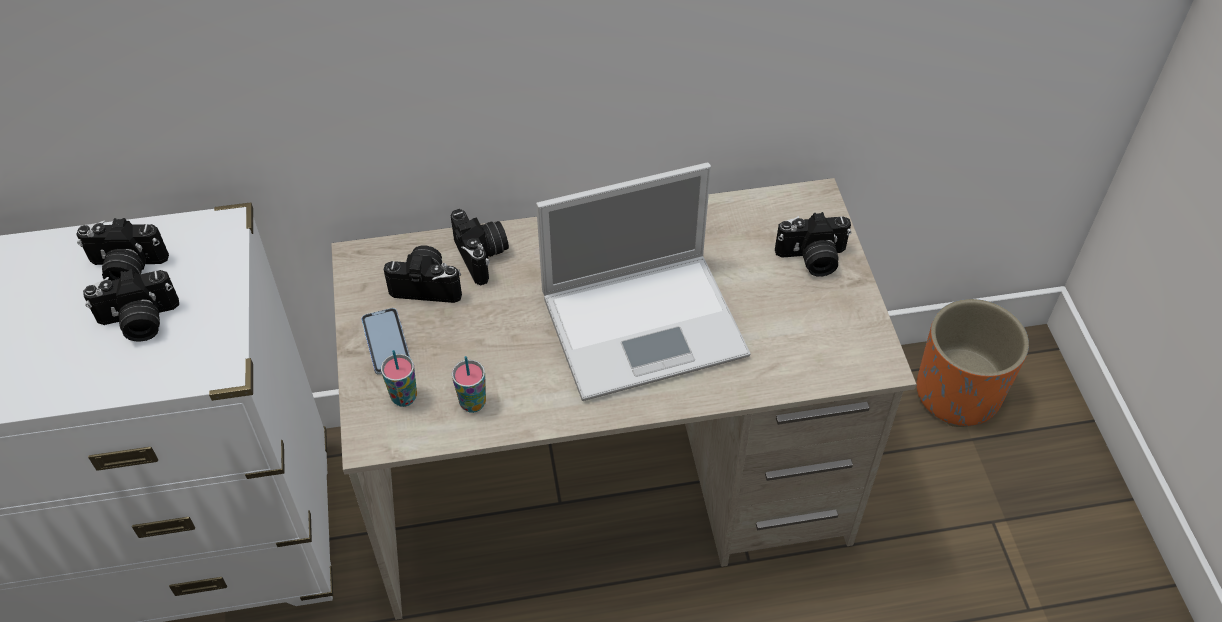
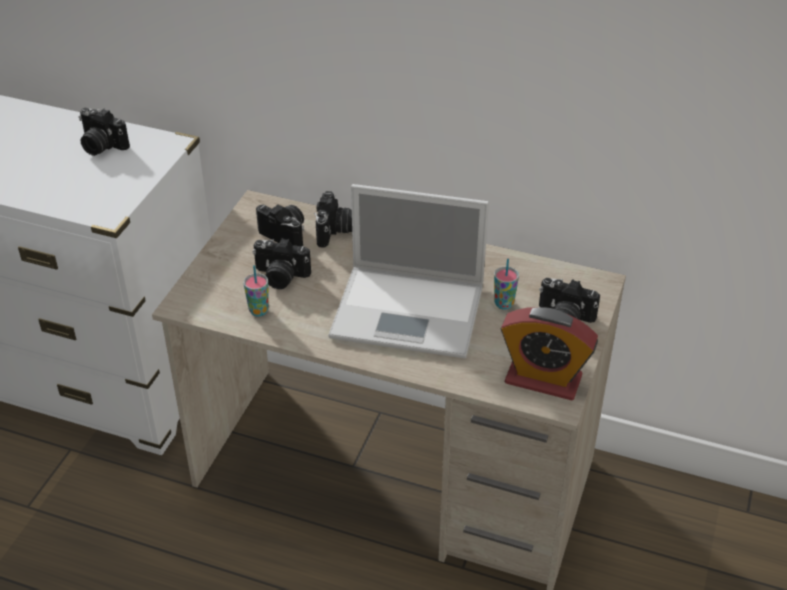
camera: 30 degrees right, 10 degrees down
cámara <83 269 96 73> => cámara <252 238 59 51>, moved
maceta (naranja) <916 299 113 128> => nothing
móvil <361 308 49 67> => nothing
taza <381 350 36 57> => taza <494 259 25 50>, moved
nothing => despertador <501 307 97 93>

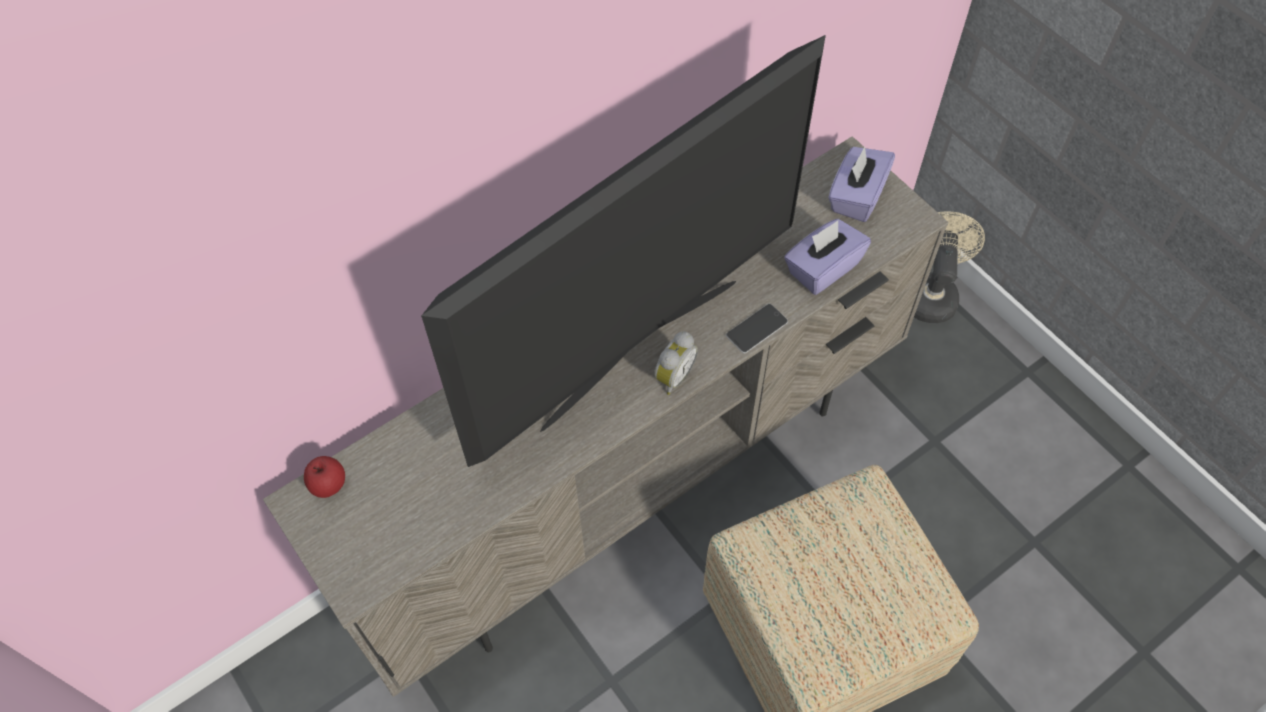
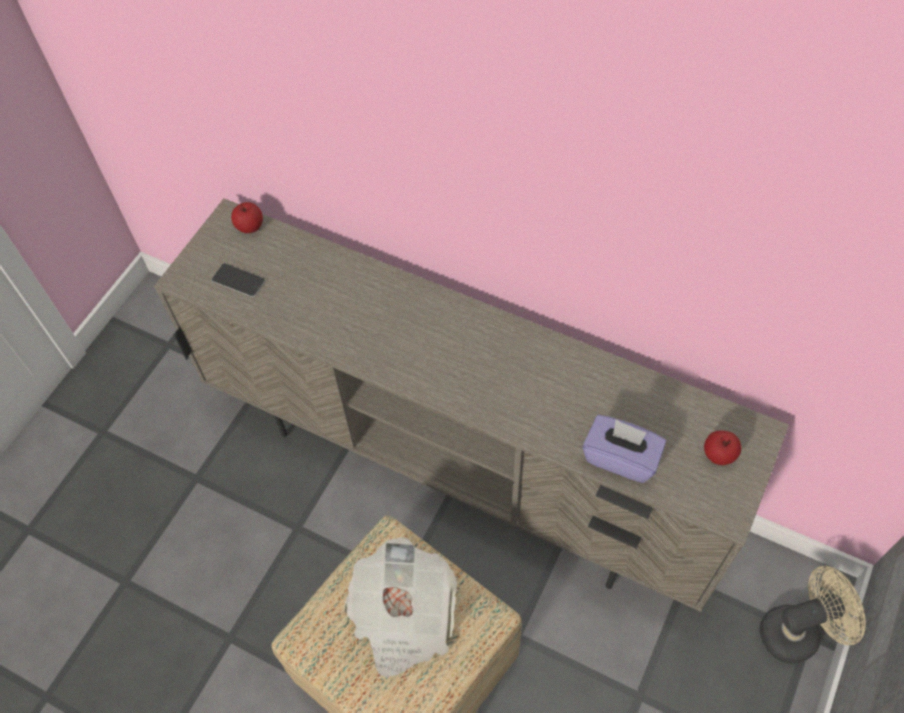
camera: 65 degrees right, 0 degrees up
televisor <421 35 405 432> => nothing
caja de pañuelos (morado) <828 147 67 75> => manzana <704 430 37 35>
móvil <726 304 62 49> => móvil <211 263 55 34>, moved
despertador <654 331 44 64> => nothing
nothing => periódico <344 538 113 140>

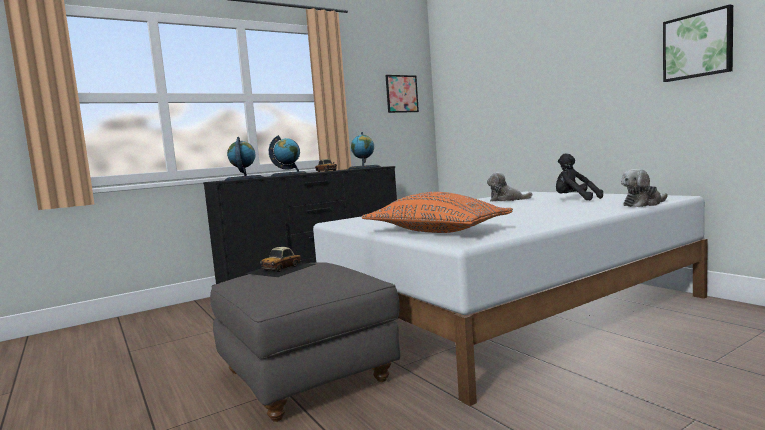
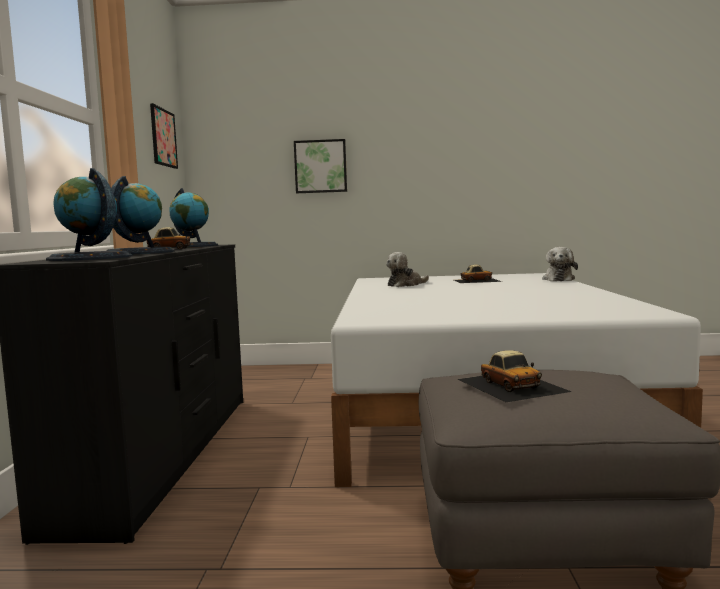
camera: 55 degrees left, 0 degrees up
cuadro <663 4 70 78> => cuadro <294 139 53 54>, moved
peluche (negro) <556 153 47 47> => coche de juguete <454 265 48 18>
cojín (naranja) <362 192 151 41> => nothing

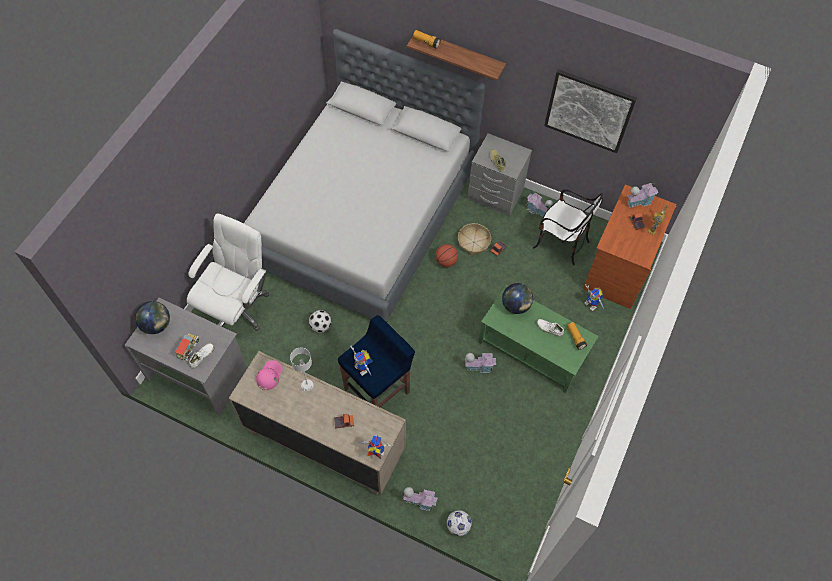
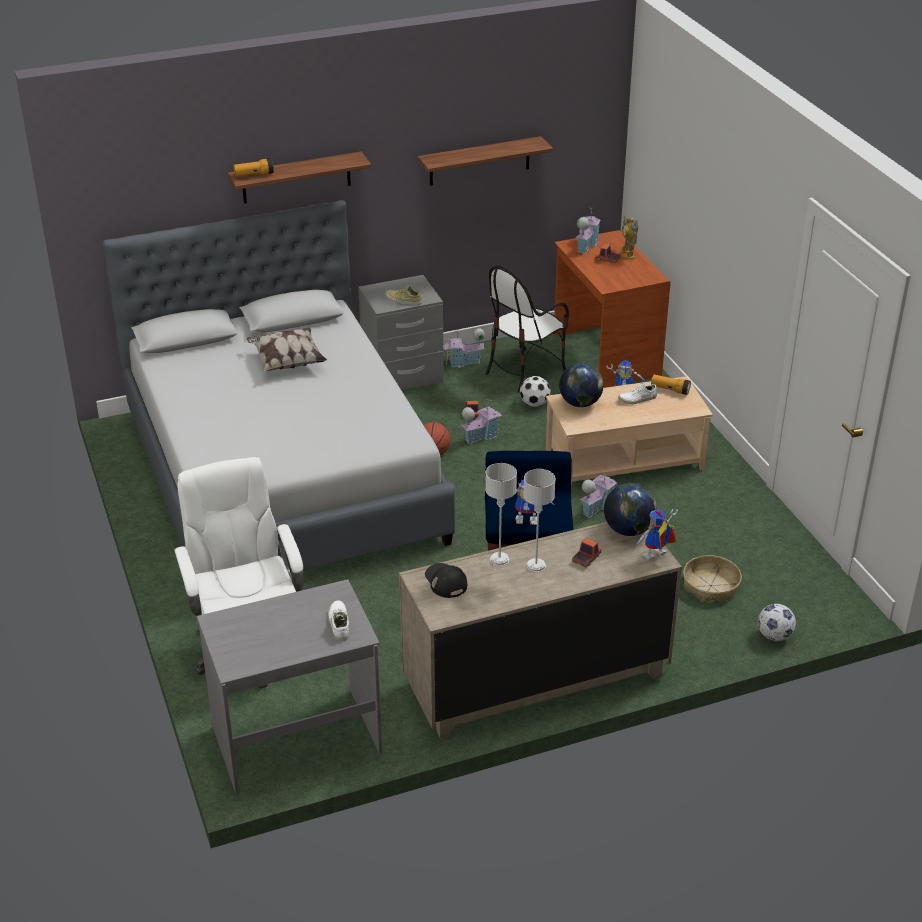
camera: 45 degrees left, 25 degrees down
cuadro <544 69 93 84> => estante <418 136 135 50>
silla <533 189 70 77> => silla <485 265 84 128>, 150 degrees clockwise
cesta <458 223 33 32> => cesta <683 555 59 47>, moved
mesa de centro (verde) <478 285 121 108> => mesa de centro (beis) <545 376 168 109>
globo terráqueo <135 301 35 33> => globo terráqueo <604 483 53 53>, moved
balón de fútbol <309 310 22 23> => balón de fútbol <520 376 31 31>, moved
camión de juguete <175 333 24 28> => nothing
gorra (rosa) <256 360 26 30> => gorra (negro) <425 563 42 35>
casita <403 487 35 24> => casita <461 399 41 45>, moved
nothing => cojín <247 328 80 44>
nothing => lámpara de mesa (gris) <523 469 32 103>

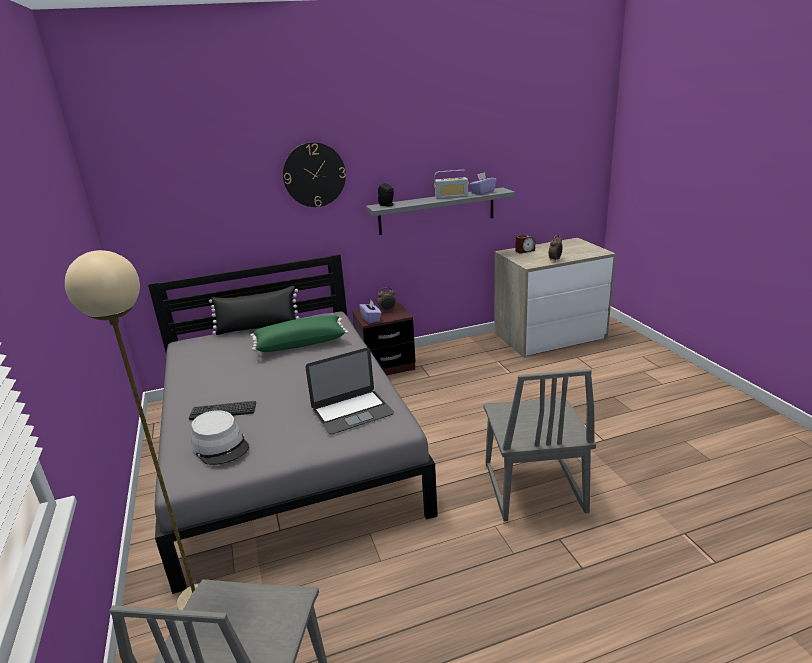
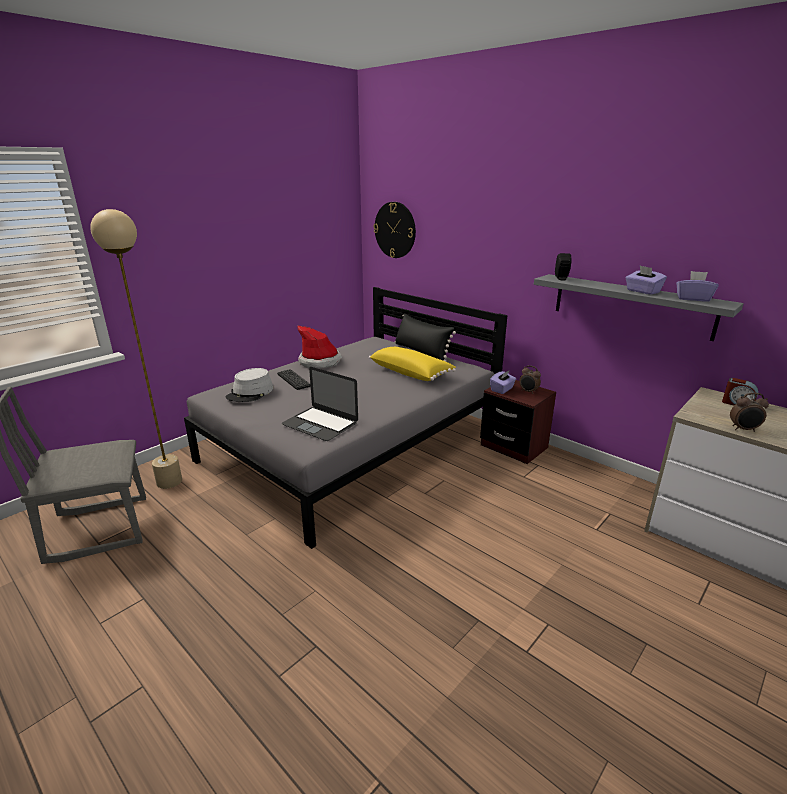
camera: 60 degrees right, 0 degrees up
reloj de pared <283 142 63 65> => reloj de pared <373 202 43 56>, moved
radio <434 170 35 29> => caja de pañuelos (morado) <626 266 41 29>
cojín (verde) <250 315 99 37> => cojín (amarillo) <369 347 87 34>
silla (gris) <483 369 113 152> => nothing
nothing => sombrero <297 326 45 42>

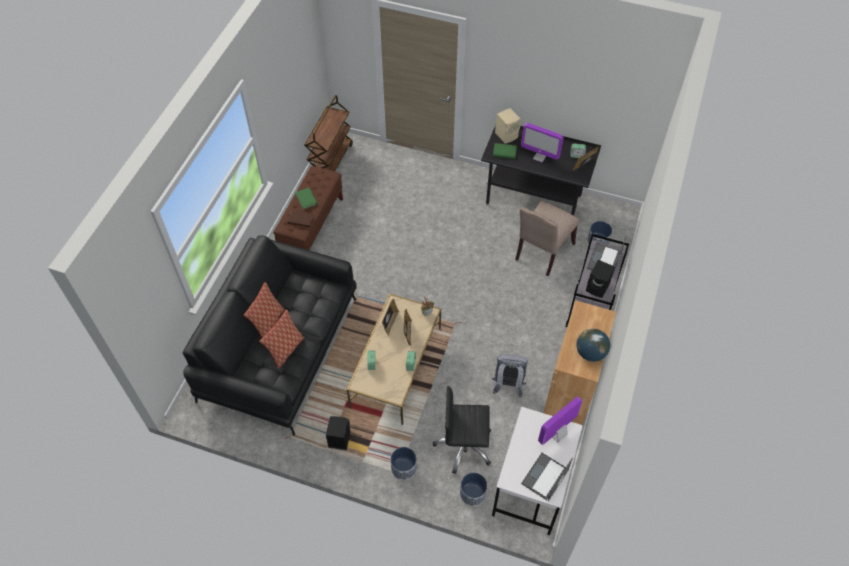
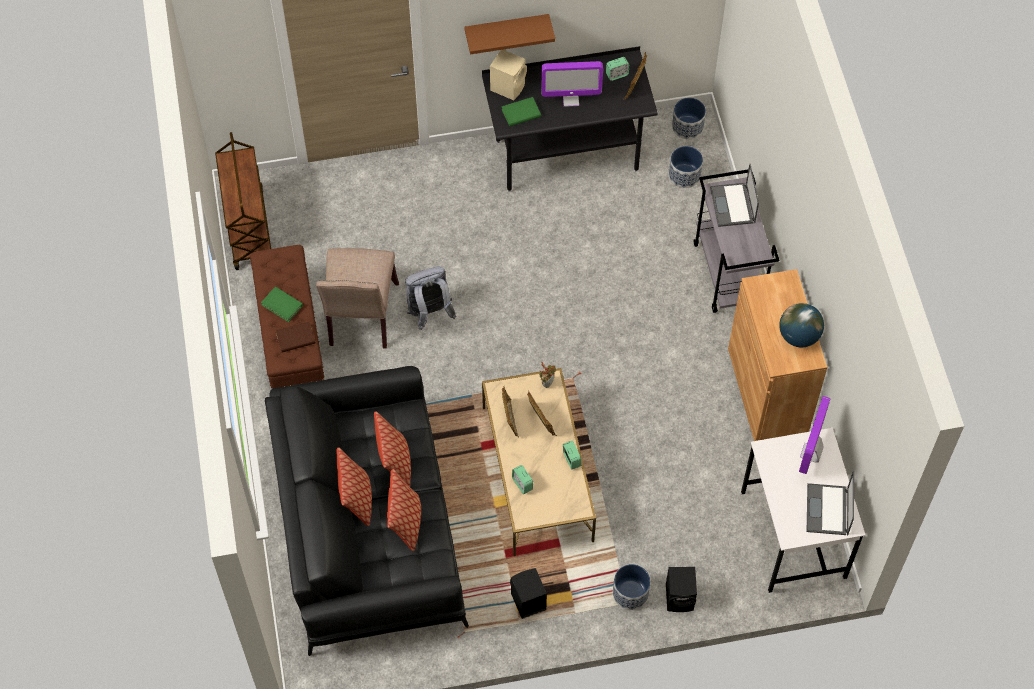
camera: 30 degrees left, 5 degrees up
silla (beis) <515 201 65 75> => silla (beis) <316 248 83 100>, moved
altavoz (negro) <586 260 29 38> => altavoz (negro) <666 567 31 45>, moved
mochila (gris) <492 354 36 44> => mochila (gris) <405 266 52 64>, moved
silla de oficina (negro) <433 386 58 88> => nothing
maceta <460 473 27 33> => maceta <672 98 34 41>, moved
nothing => estante (marrón) <465 14 90 40>
nothing => cojín <374 411 37 76>

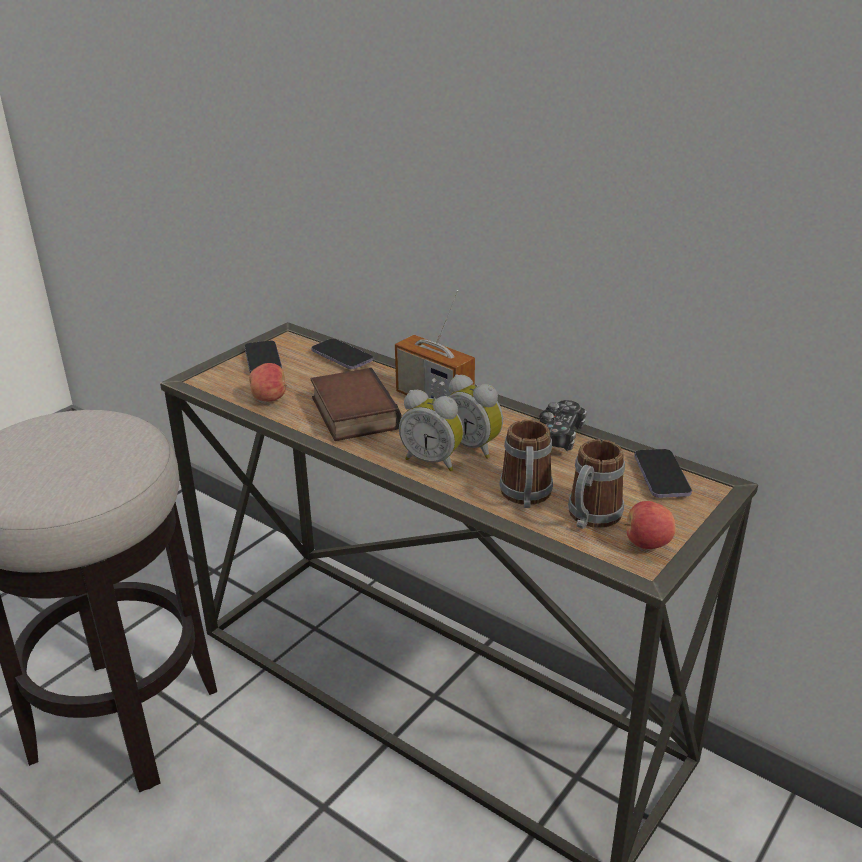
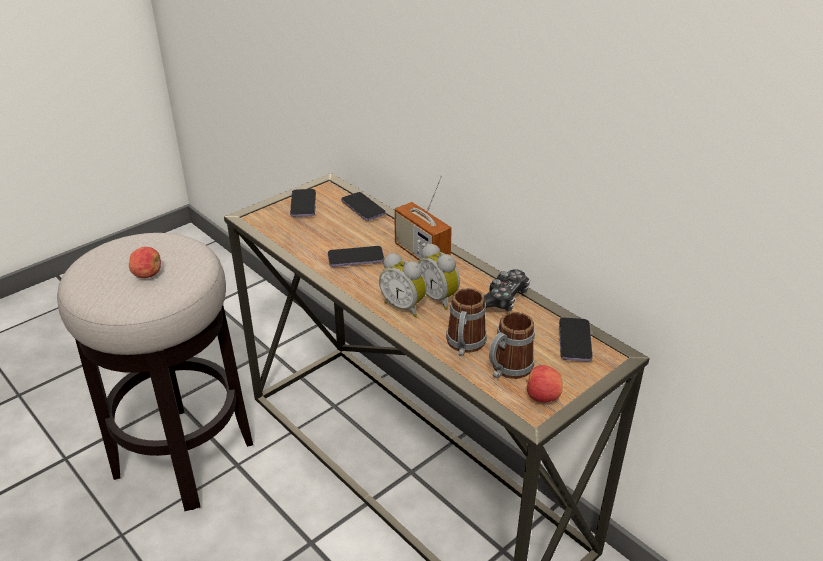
camera: 10 degrees right, 5 degrees up
manzana <249 363 38 39> => manzana <129 247 32 31>, moved
libro <311 368 91 73> => móvil <328 246 56 21>

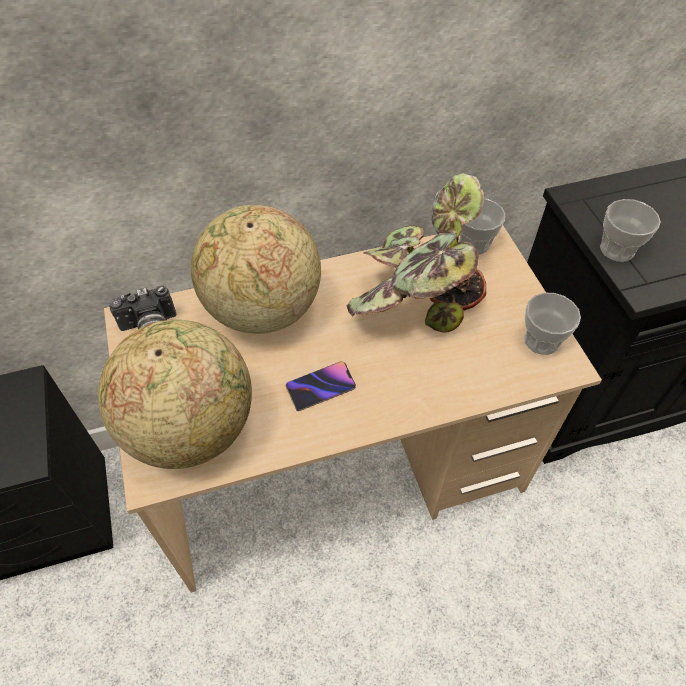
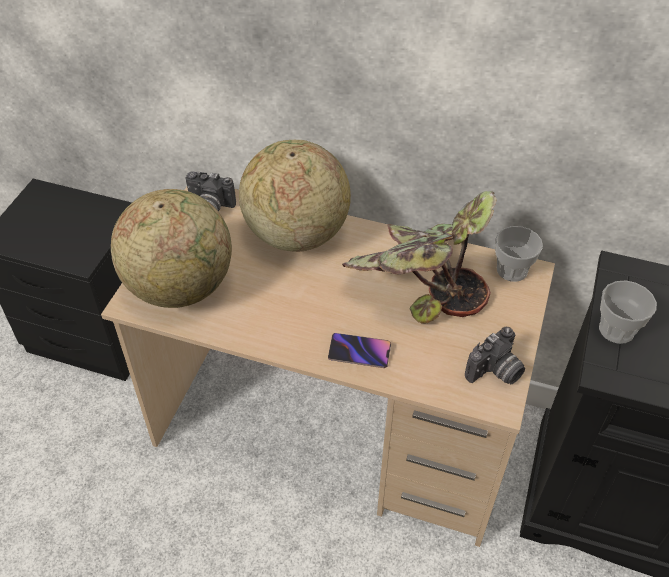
camera: 35 degrees right, 5 degrees down
taza <524 293 57 62> => cámara <465 327 60 57>
móvil <286 361 70 50> => móvil <328 333 63 35>, moved

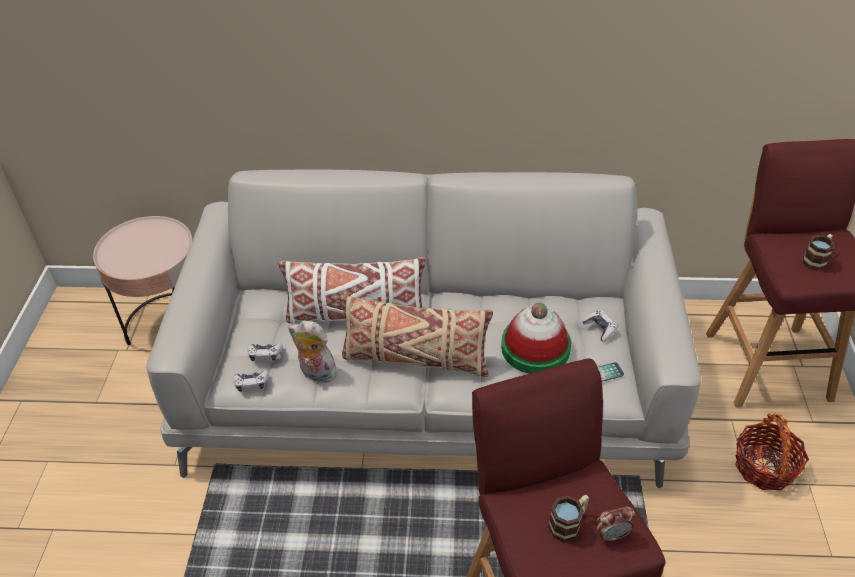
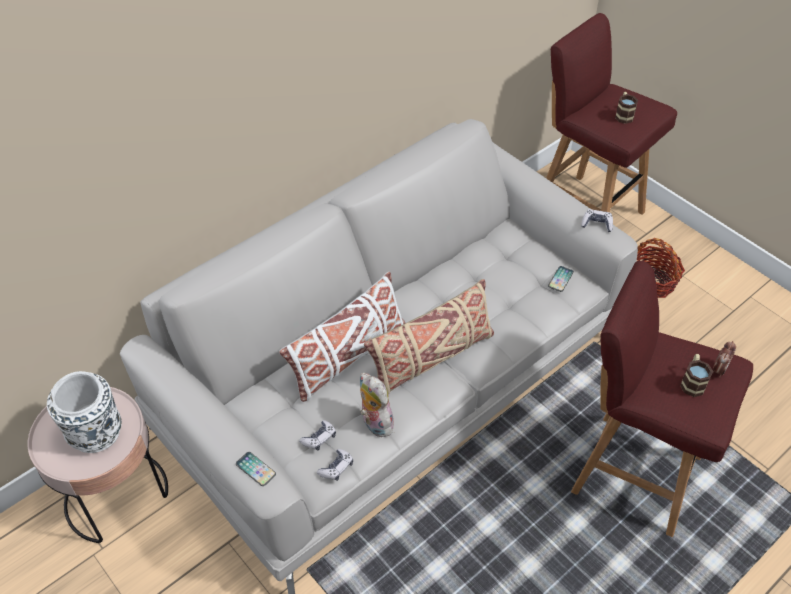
camera: 45 degrees left, 5 degrees up
sombrero <501 303 70 71> => nothing
mando de consola <582 310 36 32> => mando de consola <581 209 32 23>, moved
peluche <288 321 49 62> => peluche <360 372 34 65>, 75 degrees clockwise
nothing => florero (blanco) <47 371 75 82>
nothing => móvil <236 452 40 34>

